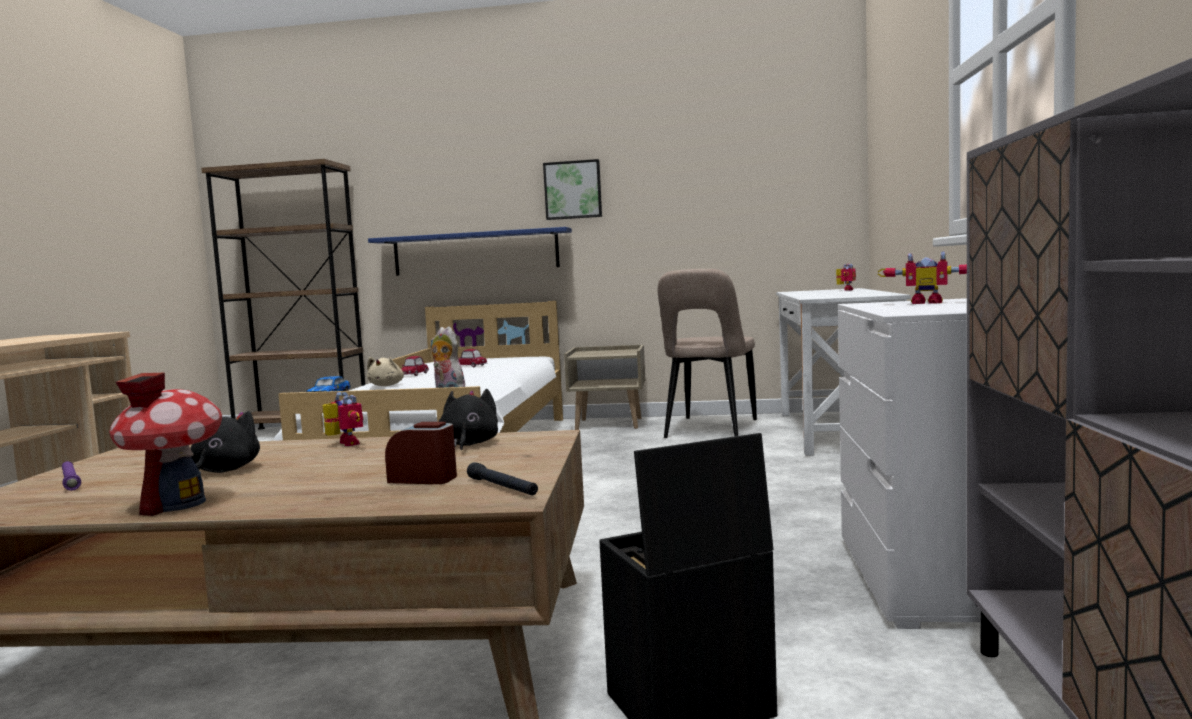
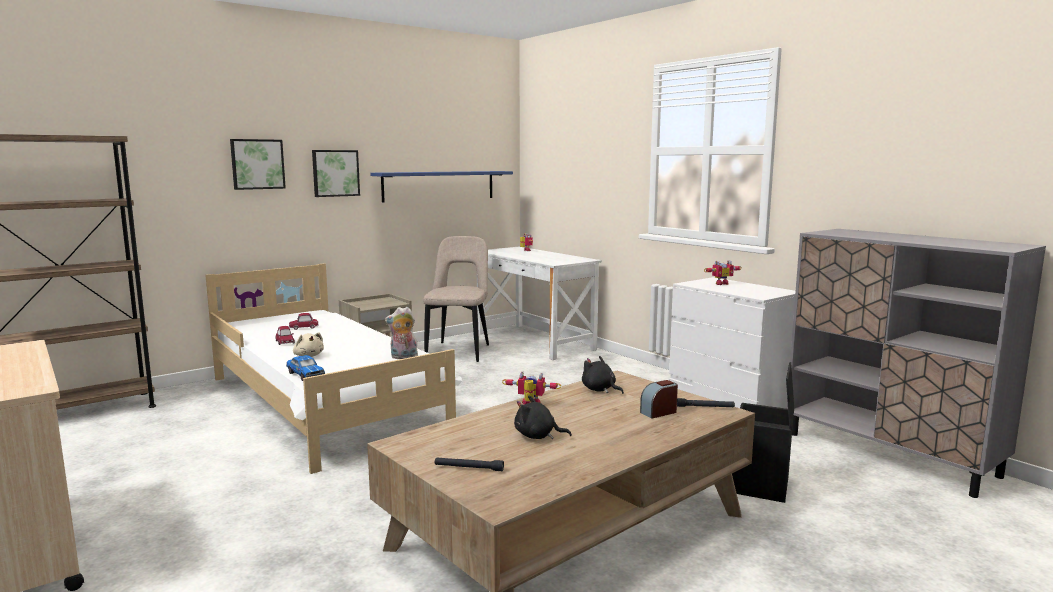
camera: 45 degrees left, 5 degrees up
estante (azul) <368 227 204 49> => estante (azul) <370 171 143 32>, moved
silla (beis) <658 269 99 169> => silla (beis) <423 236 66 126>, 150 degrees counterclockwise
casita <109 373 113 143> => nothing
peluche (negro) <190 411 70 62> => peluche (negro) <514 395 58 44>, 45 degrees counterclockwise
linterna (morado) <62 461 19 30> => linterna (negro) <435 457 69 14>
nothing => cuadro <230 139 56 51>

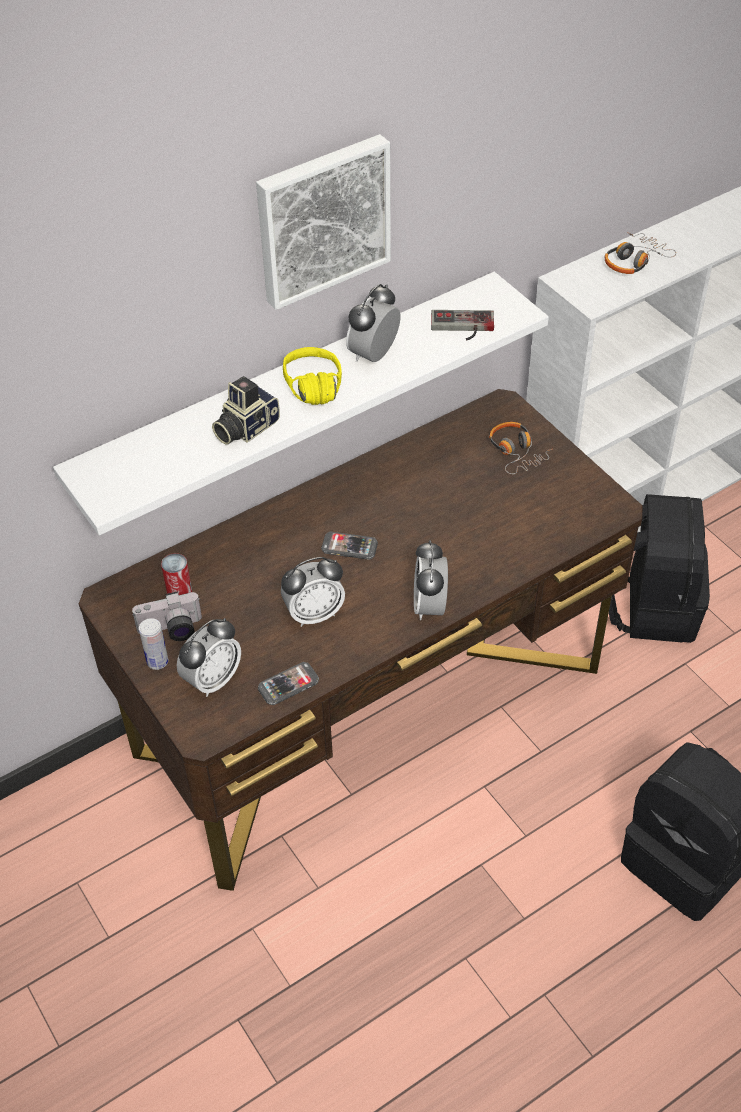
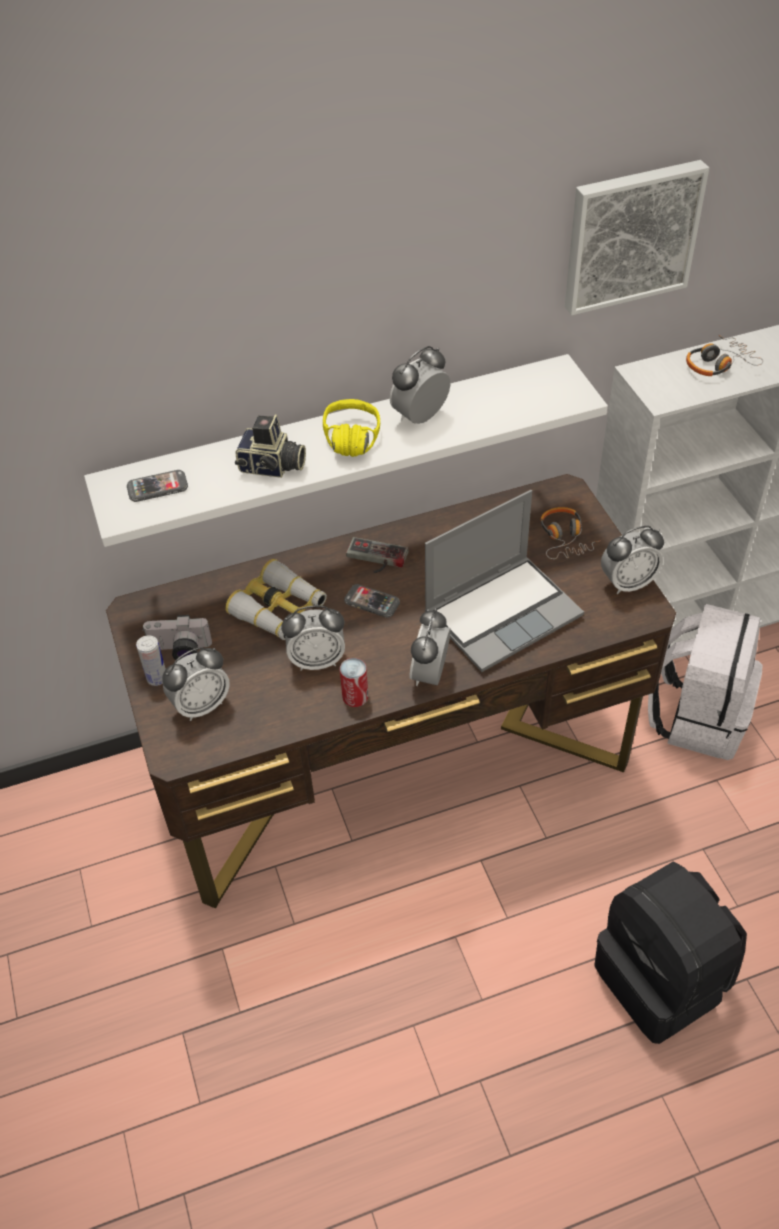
camera: 15 degrees right, 0 degrees up
cuadro <256 134 135 176> => cuadro <565 160 144 155>, moved
mando de consola <431 310 63 30> => mando de consola <346 537 63 36>, moved
cámara <212 376 68 69> => cámara <235 414 71 64>, 135 degrees counterclockwise
mochila (negro) <609 494 101 149> => mochila (blanco) <648 604 114 156>
lata <161 553 31 42> => lata <340 658 28 49>, moved
móvil <258 662 61 43> => móvil <127 470 61 32>, moved
nothing => portátil <425 490 159 182>
nothing => despertador <601 526 63 68>
nothing => prismáticos <225 559 102 81>

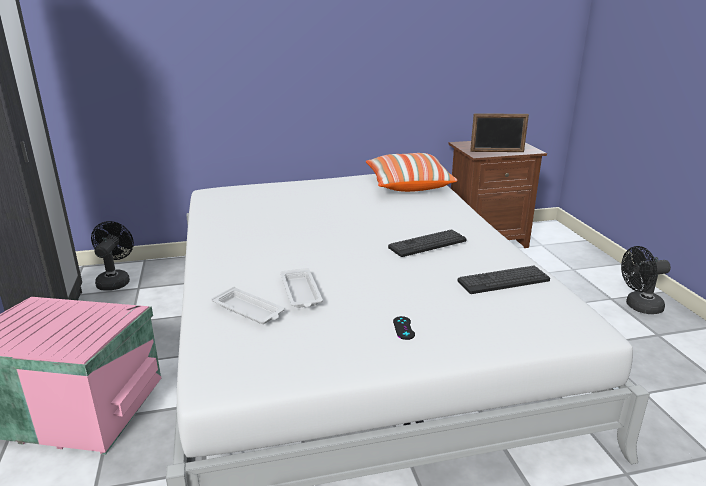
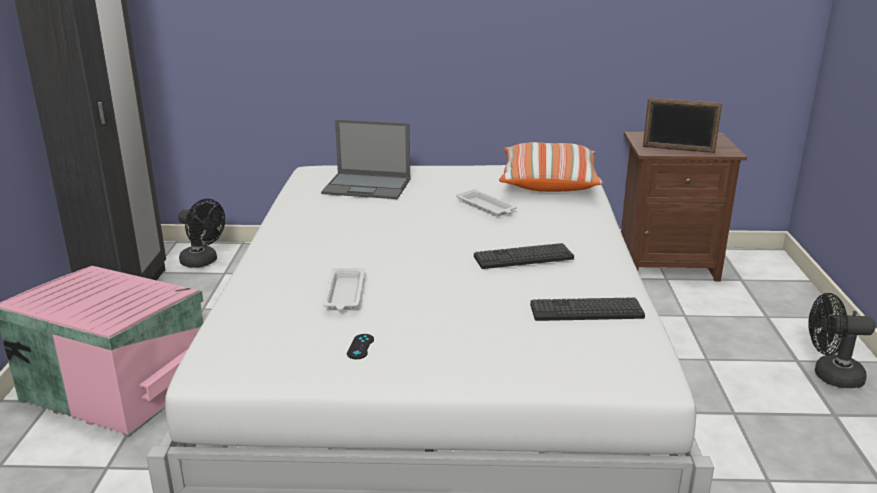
camera: 15 degrees right, 0 degrees up
ventilador (negro) <91 221 43 70> => ventilador (negro) <178 199 47 69>, 105 degrees clockwise
bandeja (blanco) <211 287 74 37> => bandeja (blanco) <456 189 61 28>, moved
mando de consola (negro) <393 316 22 24> => mando de consola (negro) <347 334 27 25>, moved
nothing => portátil <321 119 90 80>

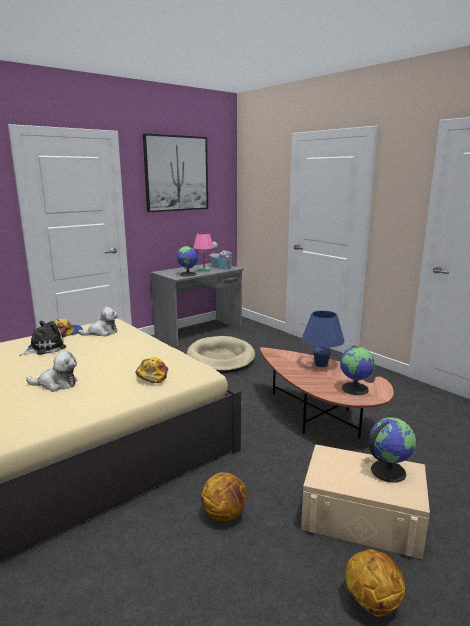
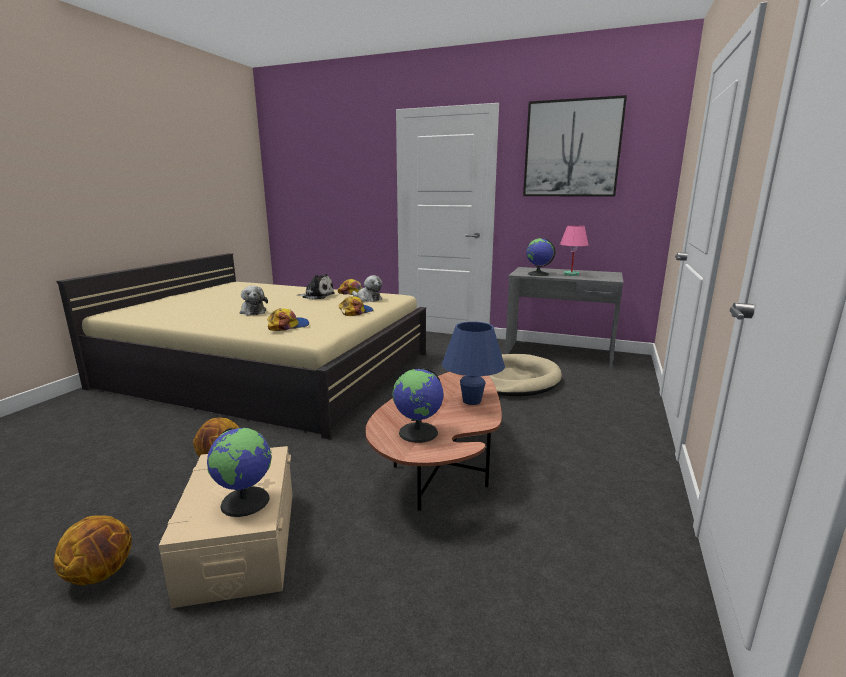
camera: 60 degrees right, 0 degrees up
casita <209 242 23 28> => nothing
nothing => gorra <339 296 34 20>

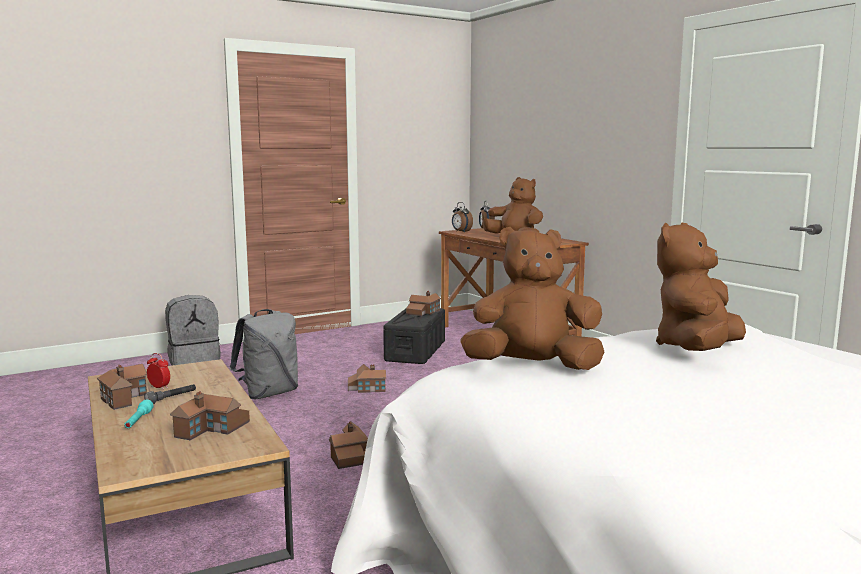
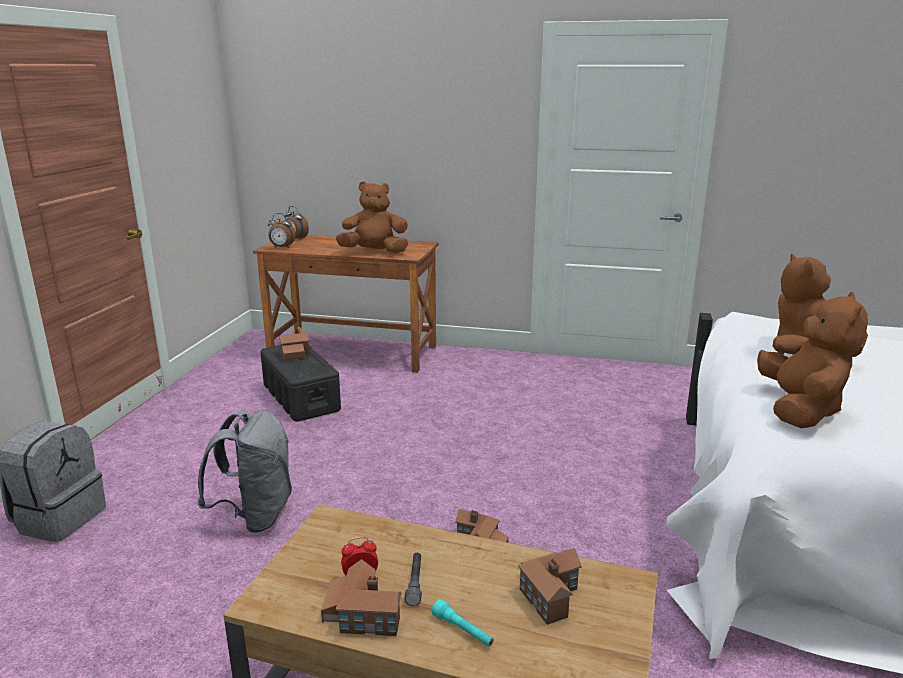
camera: 45 degrees left, 10 degrees up
peluche (marrón) <460 227 144 143> => peluche (marrón) <757 292 111 136>, 150 degrees clockwise
casita <348 364 38 29> => nothing

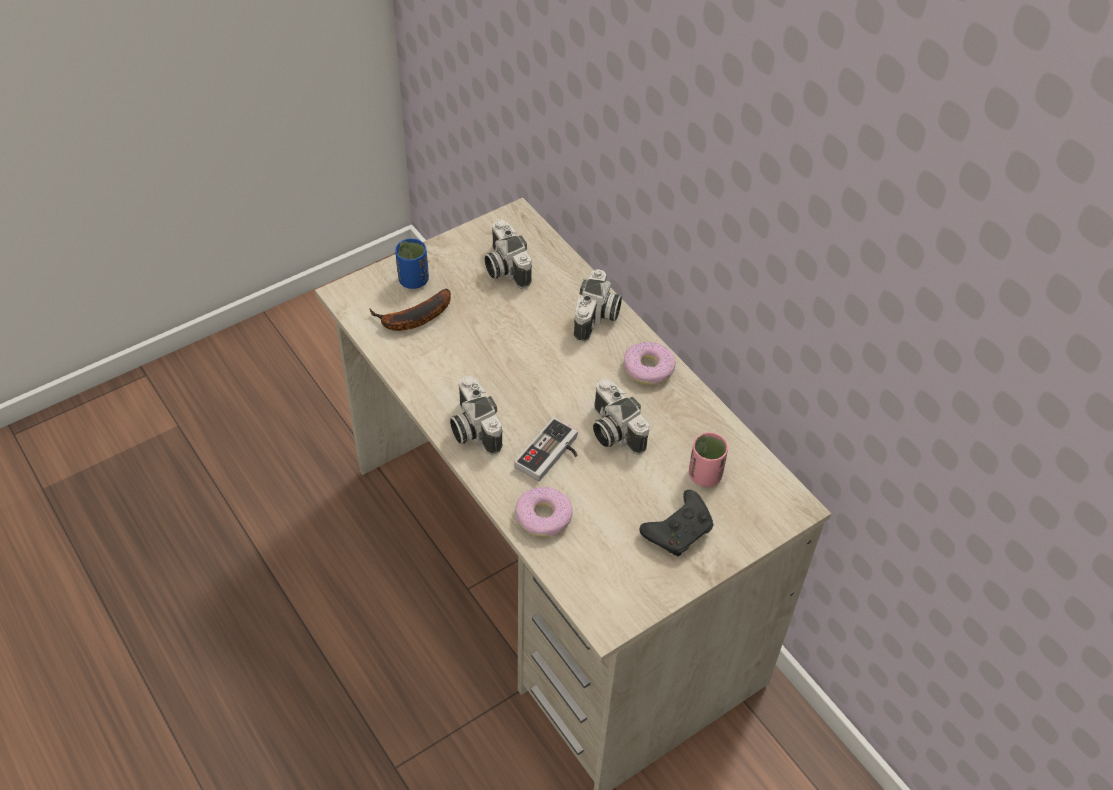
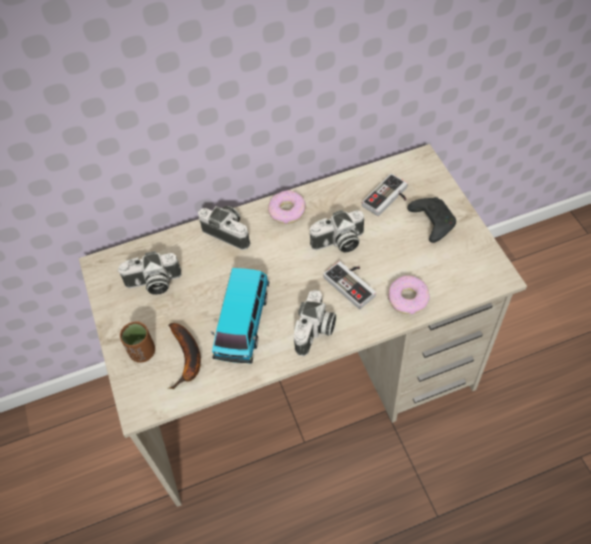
camera: 70 degrees left, 5 degrees up
taza (azul) <395 238 34 51> => taza (marrón) <120 321 35 42>
cámara <450 376 53 79> => cámara <294 290 42 66>, 60 degrees counterclockwise
taza (rosa) <689 432 40 55> => mando de consola <362 173 46 43>
nothing => coche de juguete <211 268 58 96>

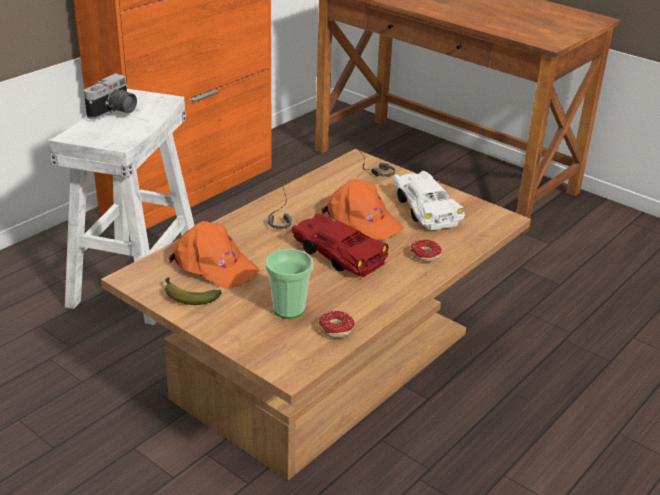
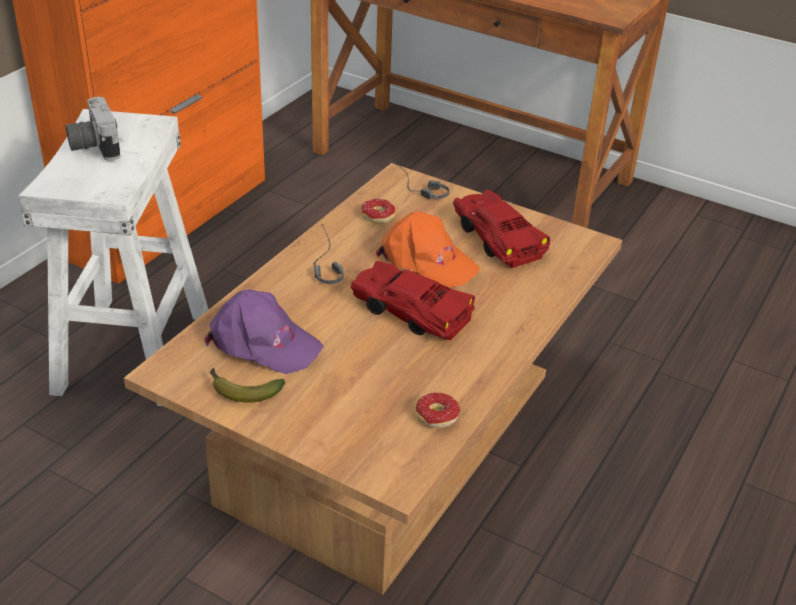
camera: 10 degrees left, 5 degrees up
cámara <84 73 53 47> => cámara <66 97 54 64>, 135 degrees clockwise
coche de juguete (blanco) <393 171 72 60> => coche de juguete (rojo) <453 190 97 78>
gorra (naranja) <168 221 92 68> => gorra (morado) <204 289 120 85>
rosquilla <410 240 32 22> => rosquilla <362 199 34 24>, moved
taza <265 249 49 70> => nothing

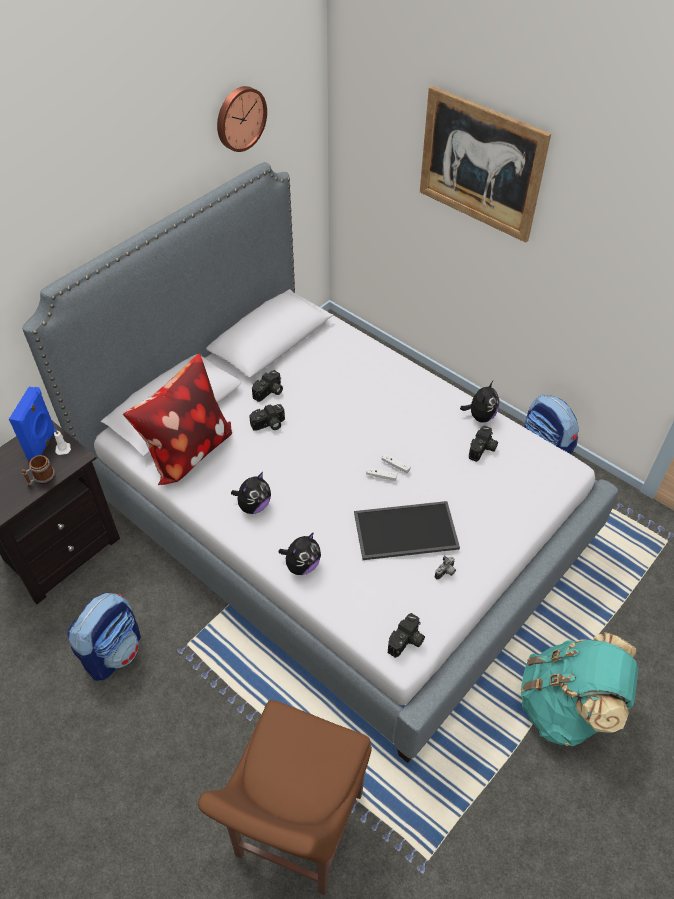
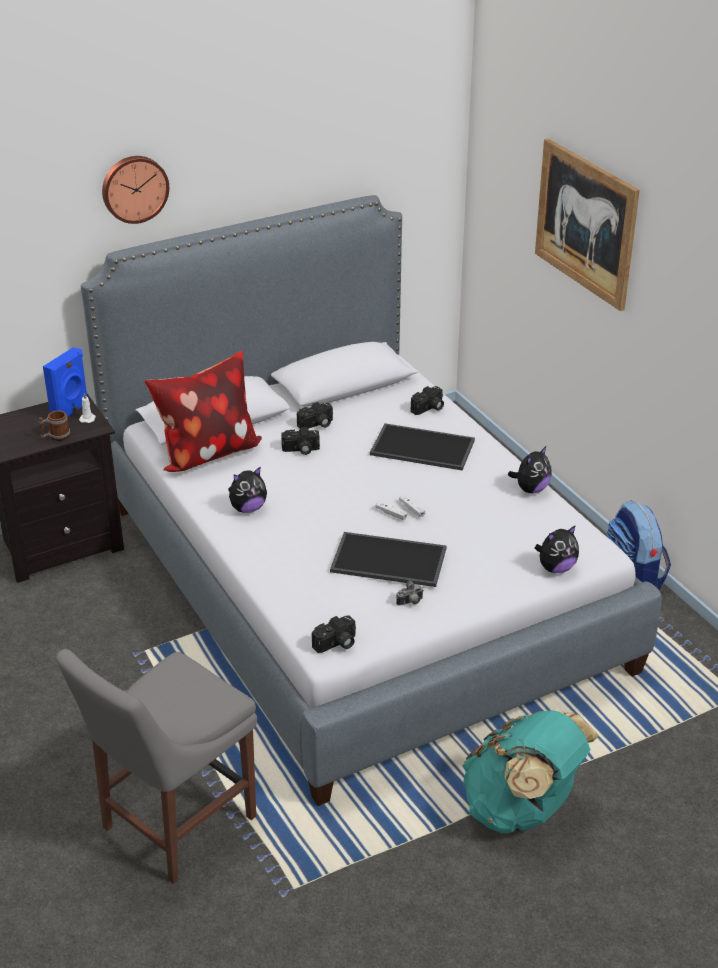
camera: 20 degrees right, 15 degrees down
reloj de pared <217 86 50 66> => reloj de pared <102 156 67 68>, moved
cámara <469 425 29 37> => cámara <411 386 33 29>, moved
peluche <278 532 43 43> => peluche <535 525 44 48>, moved
mochila <67 593 74 88> => nothing
silla (marrón) <198 700 174 195> => silla (gris) <56 649 201 235>
nothing => bandeja <370 423 105 48>

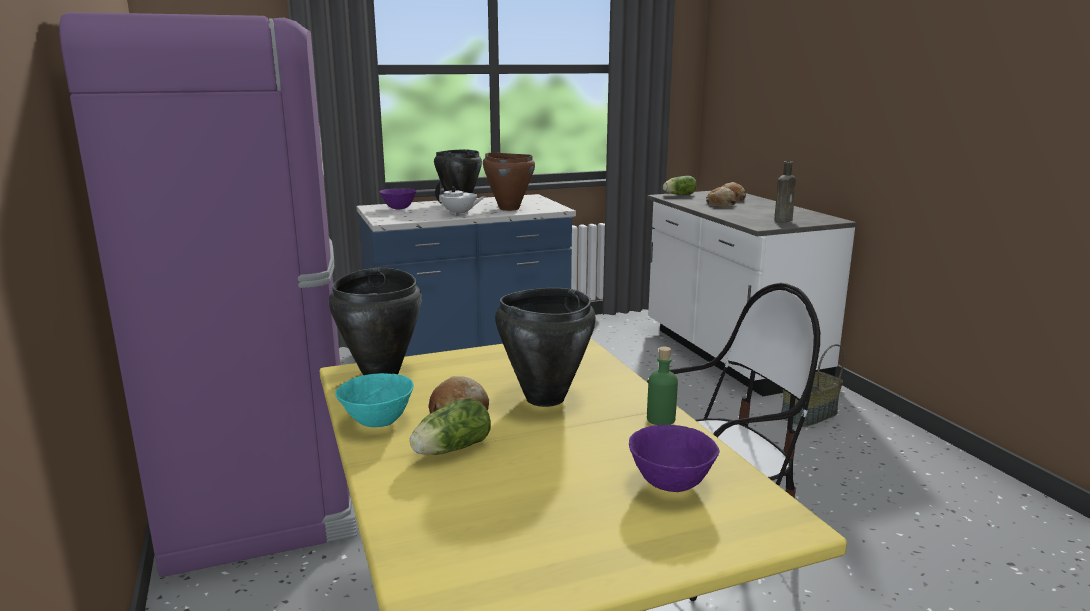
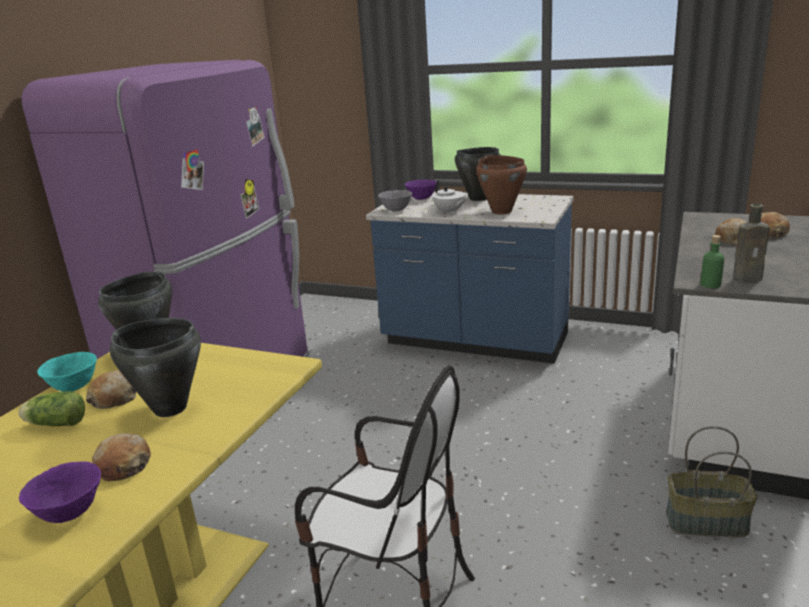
camera: 45 degrees right, 5 degrees up
lechuga <663 176 33 19> => nothing
botella (verde) <647 347 31 78> => botella (verde) <700 235 25 53>, moved
nothing => cuenco (gris) <378 190 34 22>
nothing => pan <92 433 59 48>

